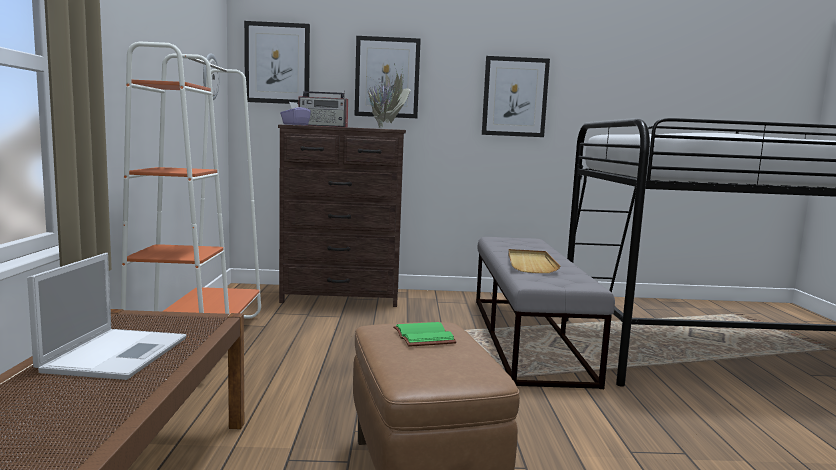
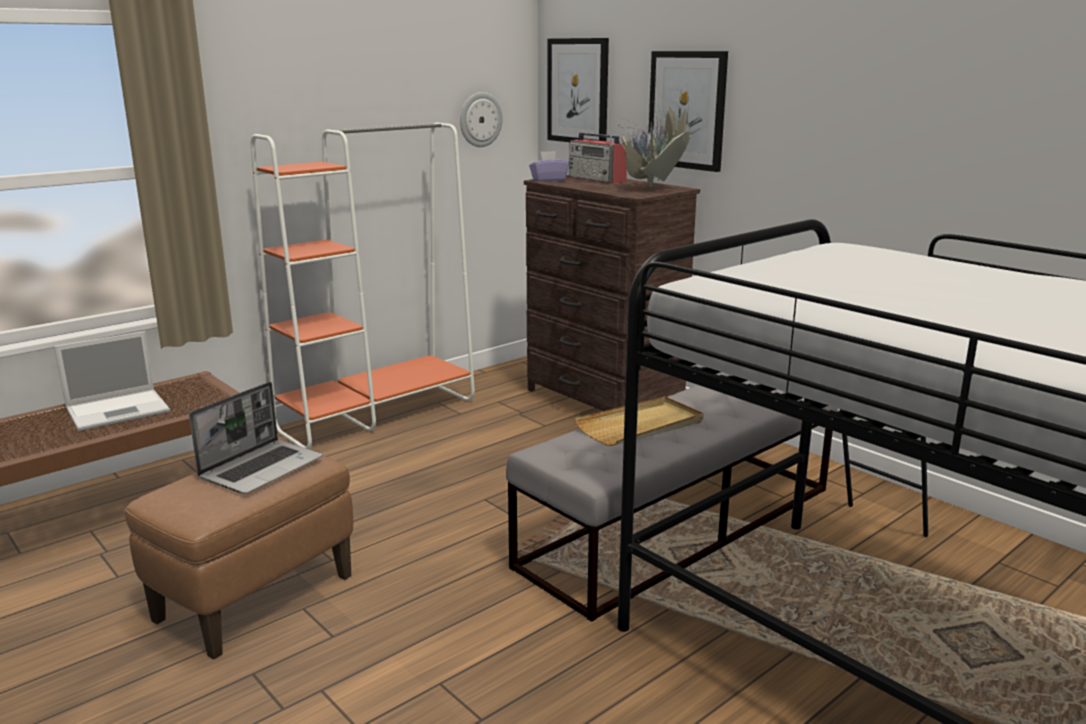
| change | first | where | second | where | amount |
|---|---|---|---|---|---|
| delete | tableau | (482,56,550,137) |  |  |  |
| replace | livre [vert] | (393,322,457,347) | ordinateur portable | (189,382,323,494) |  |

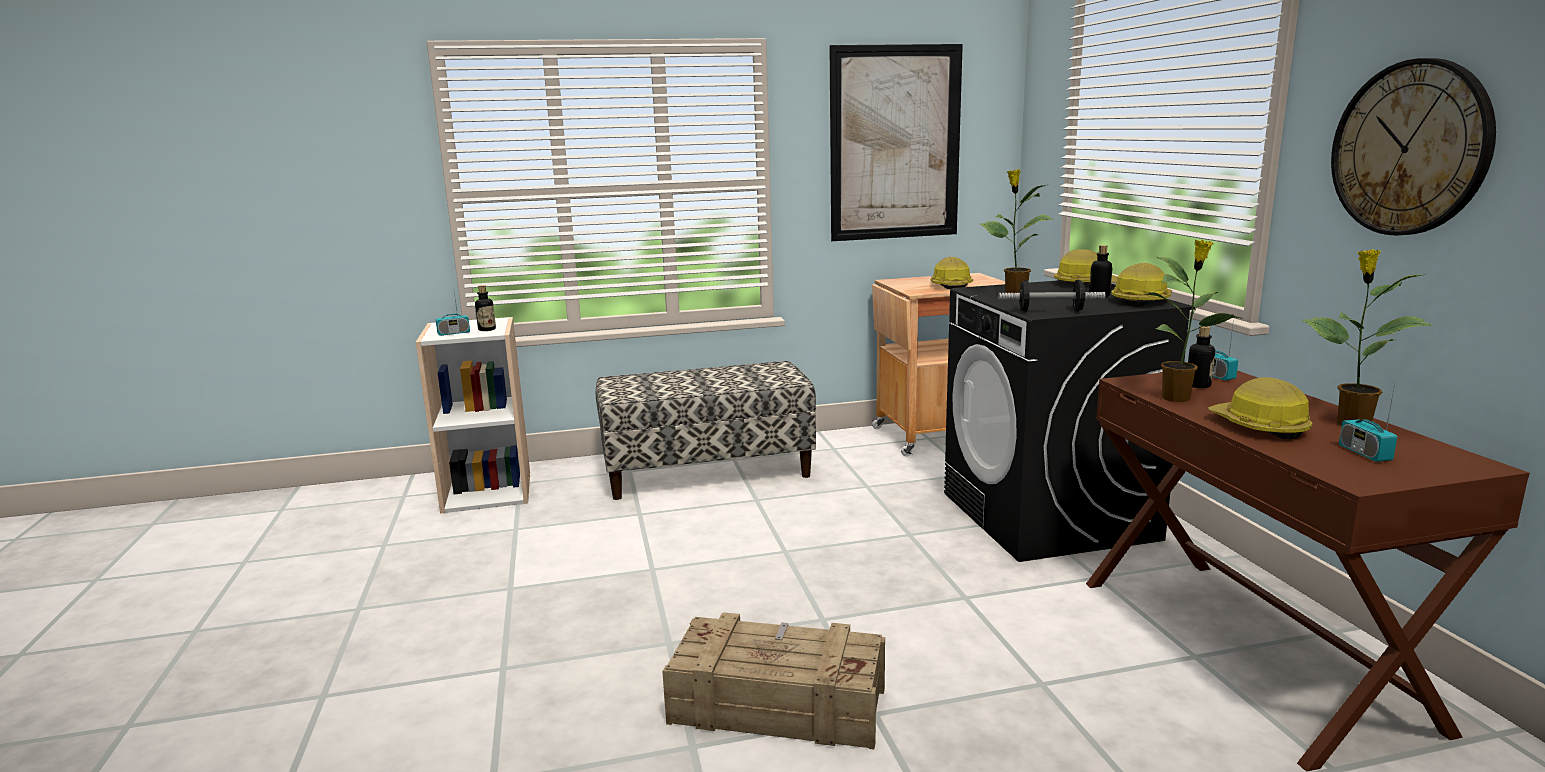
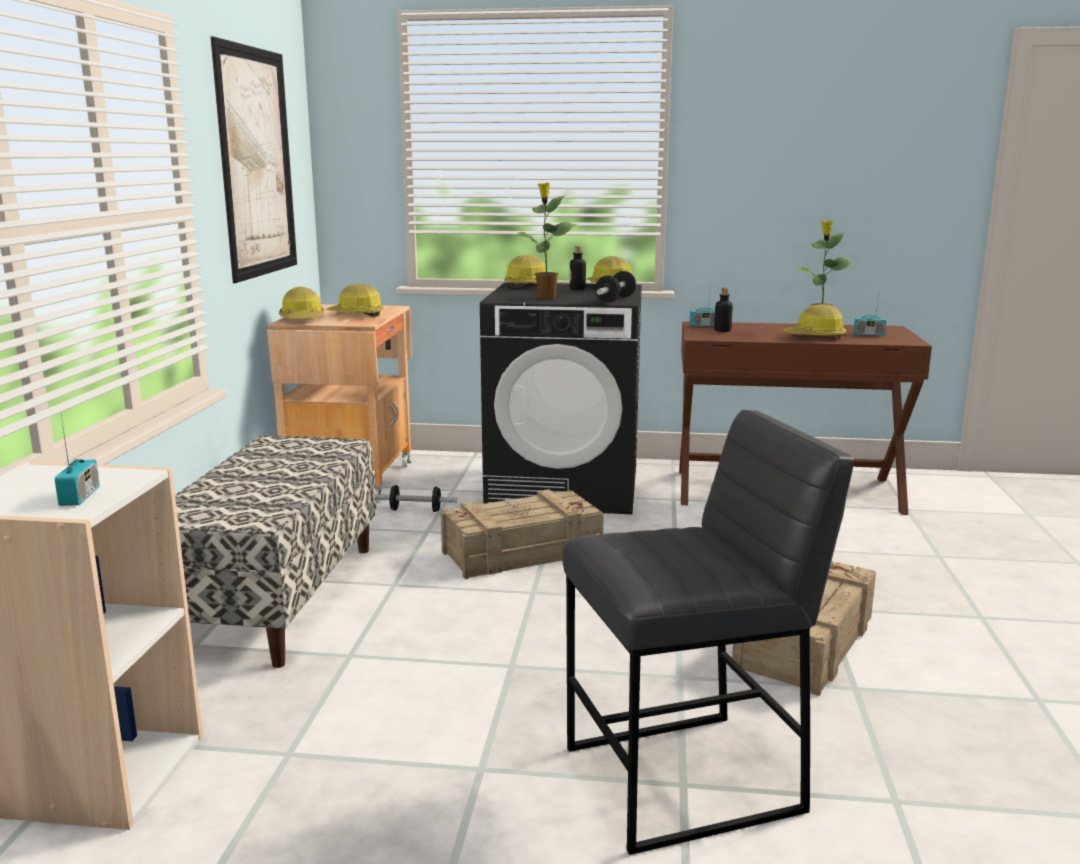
| change | first | where | second | where | amount |
|---|---|---|---|---|---|
| delete | bouteille | (475,285,496,331) |  |  |  |
| delete | plante en pot | (1145,240,1241,402) |  |  |  |
| delete | horloge murale | (1331,58,1496,236) |  |  |  |
| insert |  |  | casque de chantier | (279,287,325,319) |  |
| insert |  |  | haltère | (376,485,457,512) |  |
| insert |  |  | caisse | (441,489,604,579) |  |
| insert |  |  | tabouret [gris] | (562,410,854,855) |  |

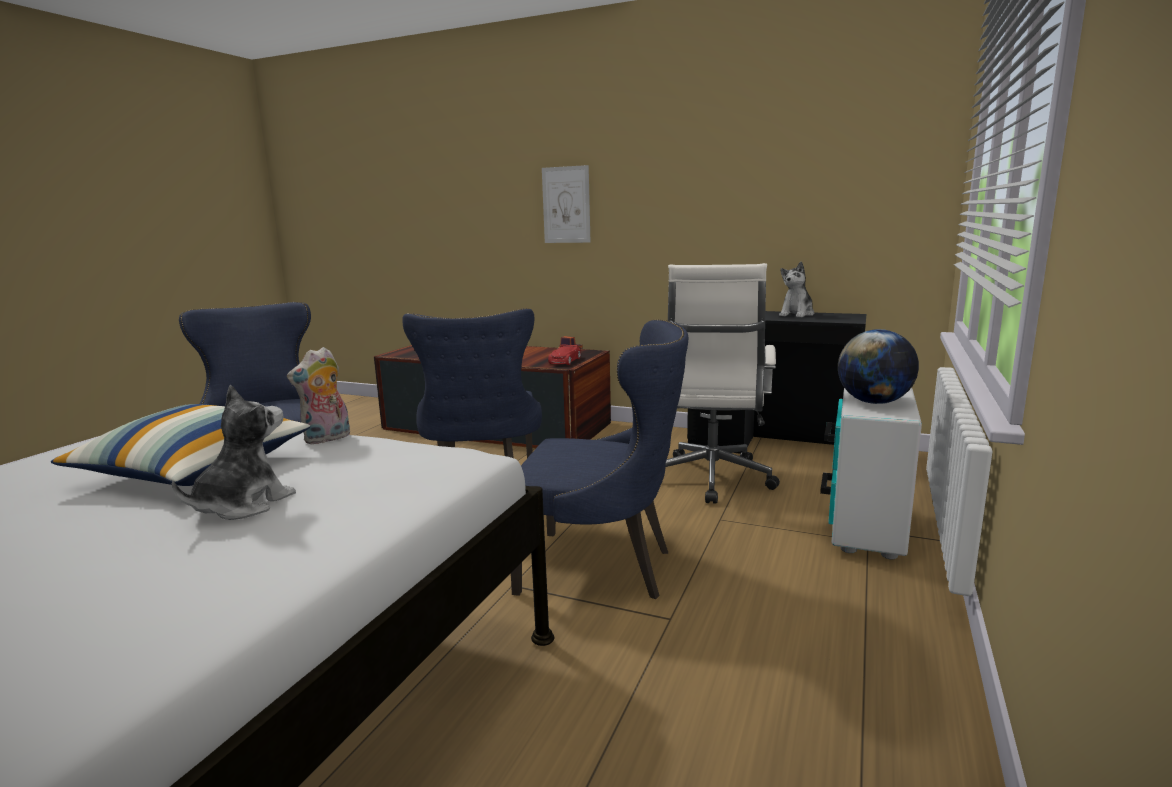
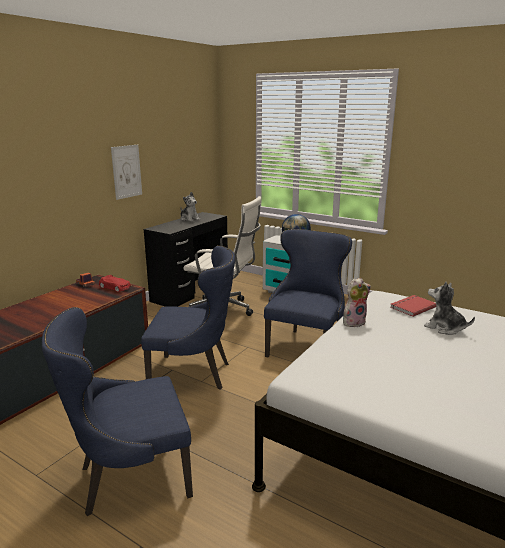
| change | first | where | second | where | amount |
|---|---|---|---|---|---|
| delete | coussin | (51,404,310,486) |  |  |  |
| insert |  |  | livre [rouge] | (390,295,436,317) |  |
| move | tableau | (542,165,591,243) |  | (111,145,142,200) |  |
| rotate | peluche | (287,347,350,445) |  | (343,278,371,327) | 75 degrees counterclockwise |

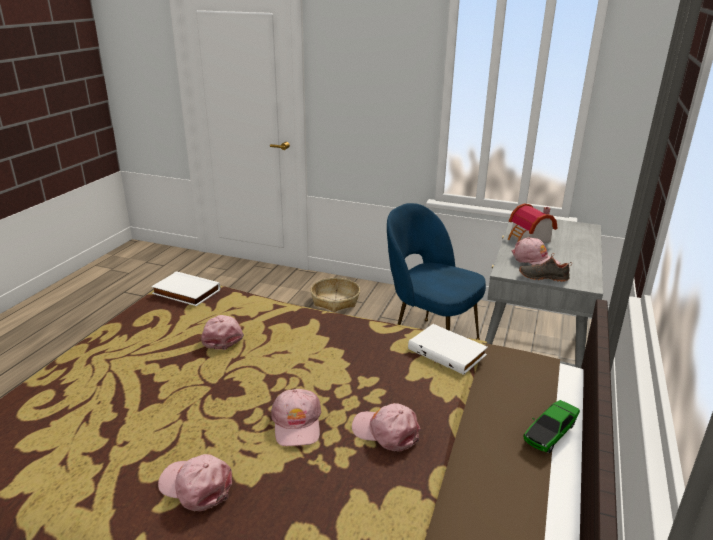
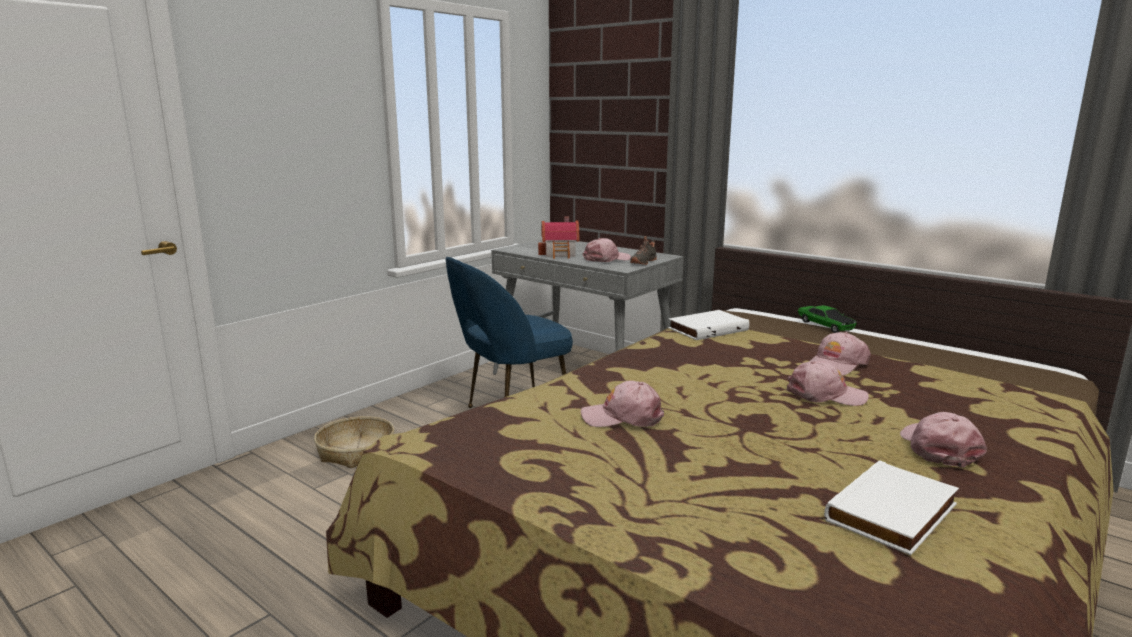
| change | first | where | second | where | amount |
|---|---|---|---|---|---|
| move | livre [blanc] | (151,271,220,306) |  | (824,460,959,555) |  |
| rotate | casquette [rose] | (158,454,232,511) |  | (900,412,987,468) | 135 degrees clockwise |

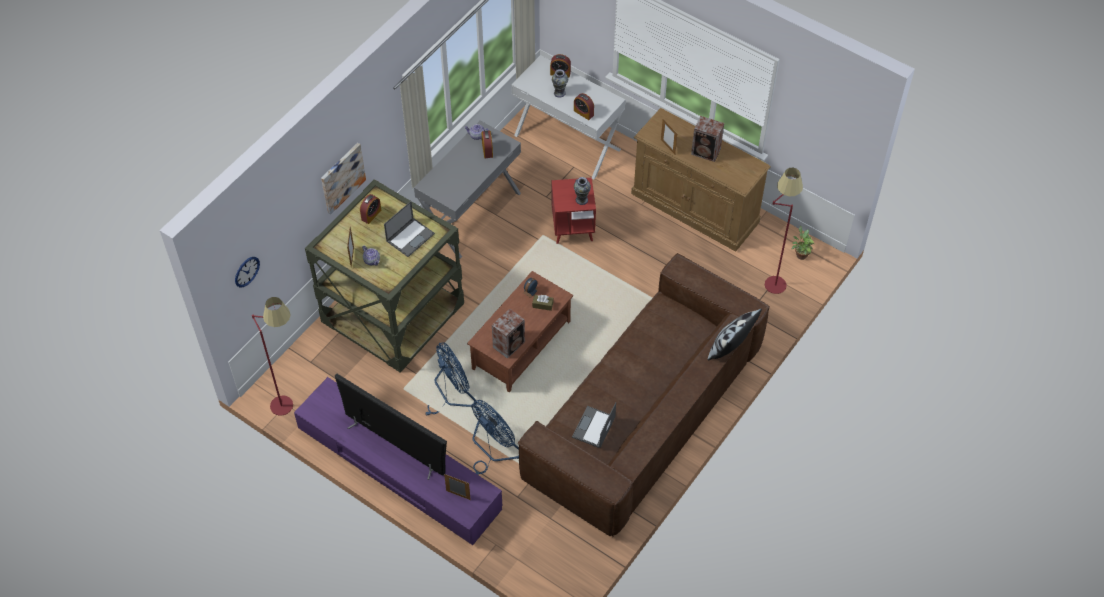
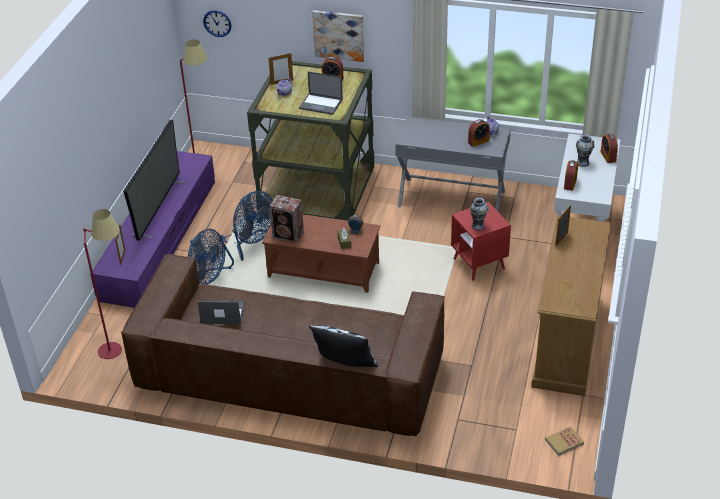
| change | first | where | second | where | amount |
|---|---|---|---|---|---|
| delete | enceinte | (691,116,724,162) |  |  |  |
| move | lampadaire [rouge] | (765,168,803,294) |  | (83,209,122,359) |  |
| replace | plante en pot | (792,226,814,260) | livre | (545,426,584,456) |  |

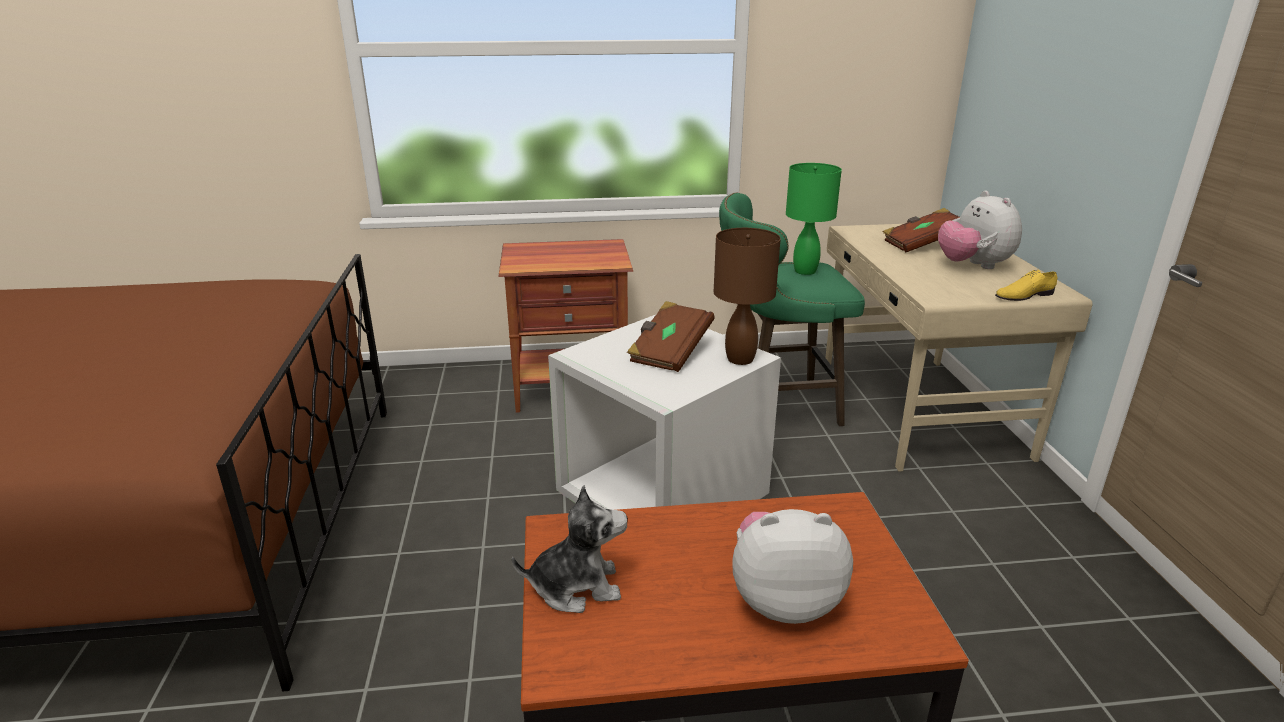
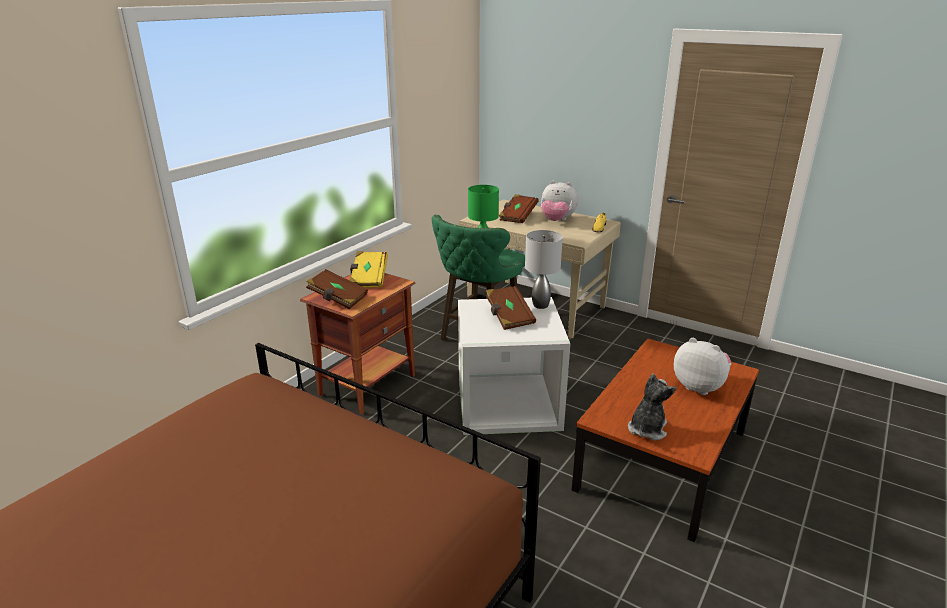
| change | first | where | second | where | amount |
|---|---|---|---|---|---|
| insert |  |  | livre [marron] | (306,269,368,309) |  |
| insert |  |  | livre [jaune] | (350,251,388,288) |  |
| recolor | lampe de table [marron] | (714,228,781,365) | lampe de table [gris] | (525,230,563,309) |  |
| rotate | peluche | (732,509,853,624) |  | (674,338,731,395) | 90 degrees clockwise |

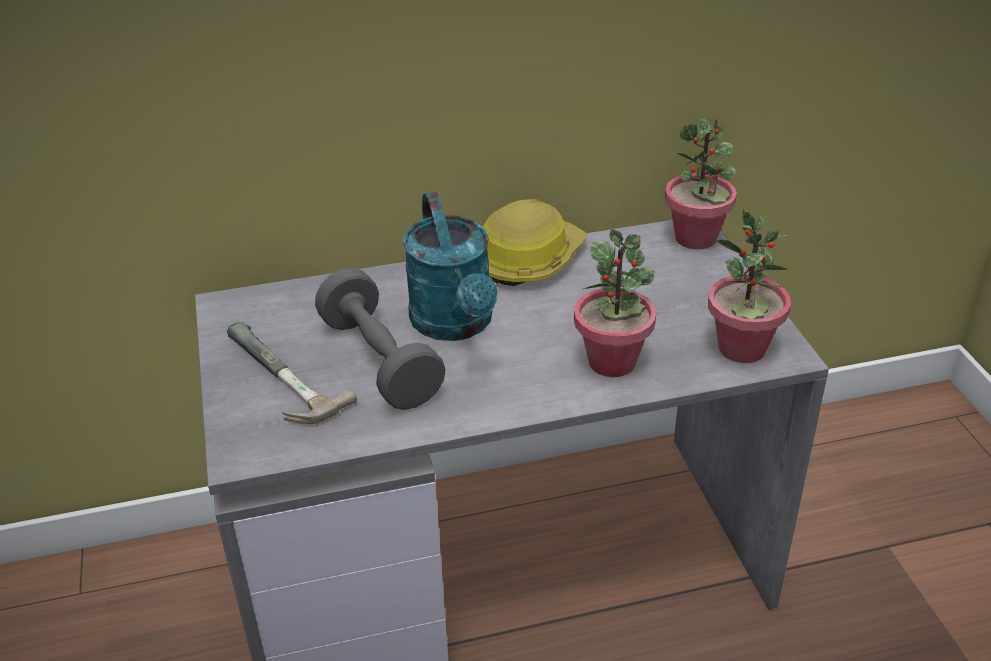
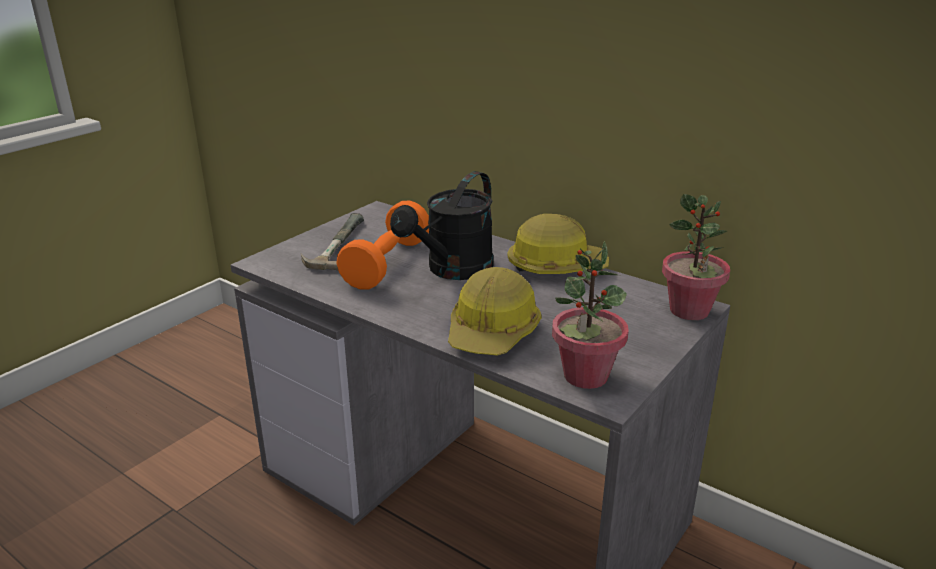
| change | first | where | second | where | amount |
|---|---|---|---|---|---|
| replace | plante en pot | (574,229,656,377) | casque de chantier | (448,267,542,356) |  |
| recolor | haltère [gris] | (315,268,446,410) | haltère [orange] | (336,200,429,290) |  |
| recolor | arrosoir [turquoise] | (403,192,498,341) | arrosoir [noir] | (390,171,494,280) |  |

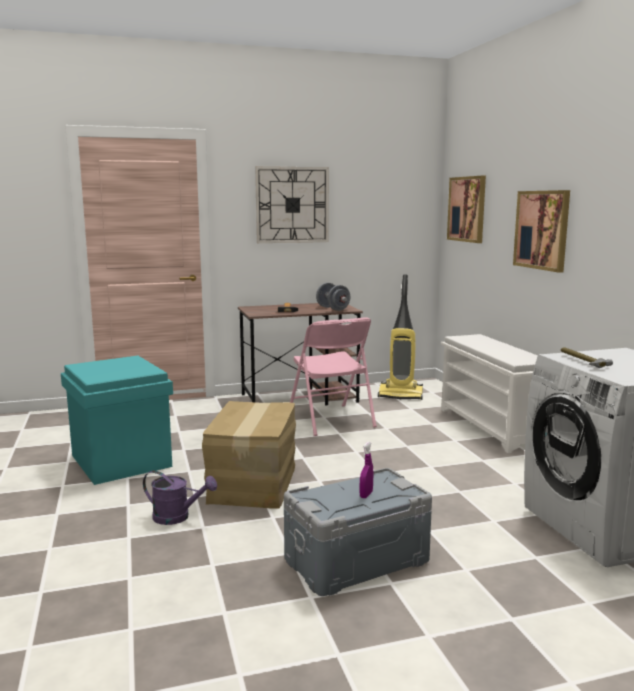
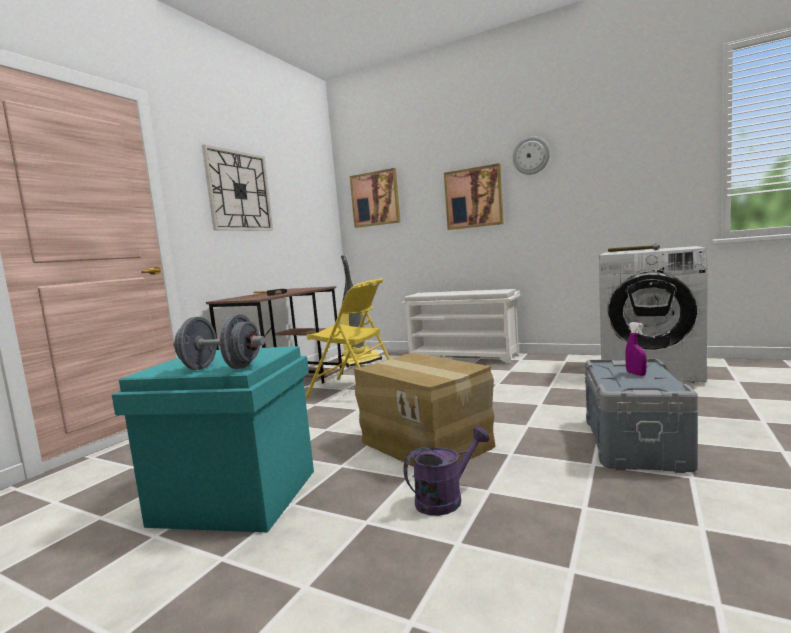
| change | first | where | second | where | amount |
|---|---|---|---|---|---|
| insert |  |  | horloge murale | (513,137,550,175) |  |
| move | haltère [gris] | (316,283,350,311) |  | (173,314,265,370) |  |
| recolor | chaise [rose] | (290,317,377,436) | chaise [jaune] | (306,278,390,398) |  |

